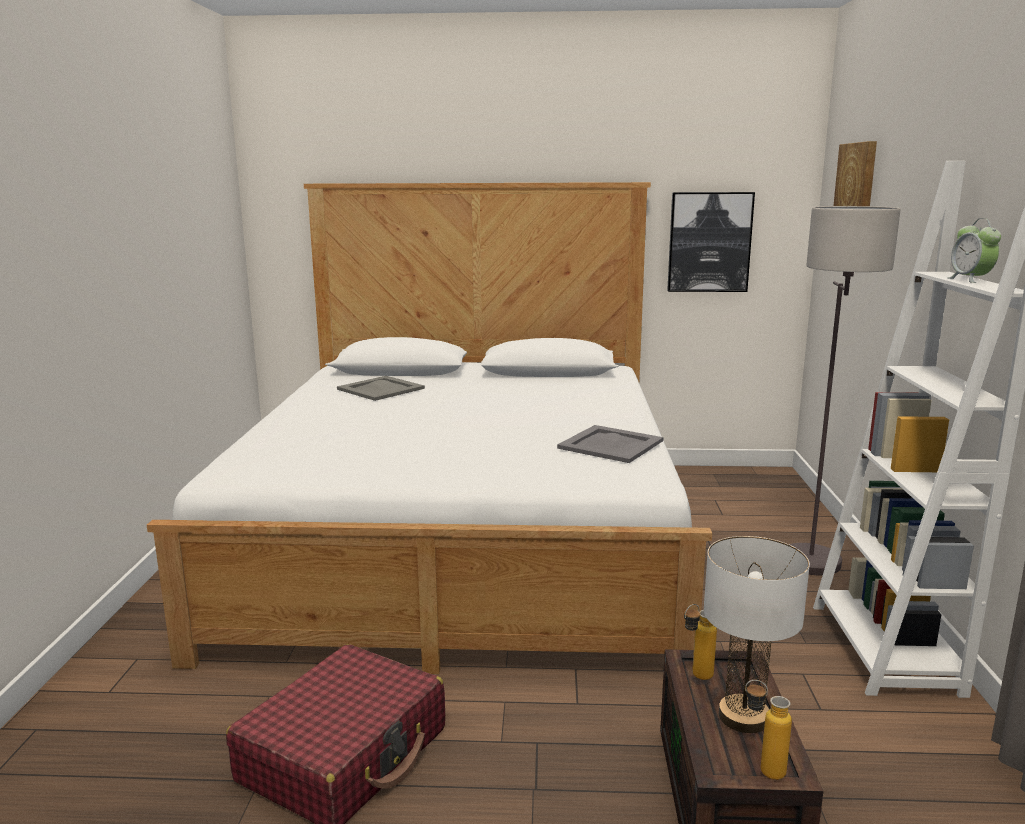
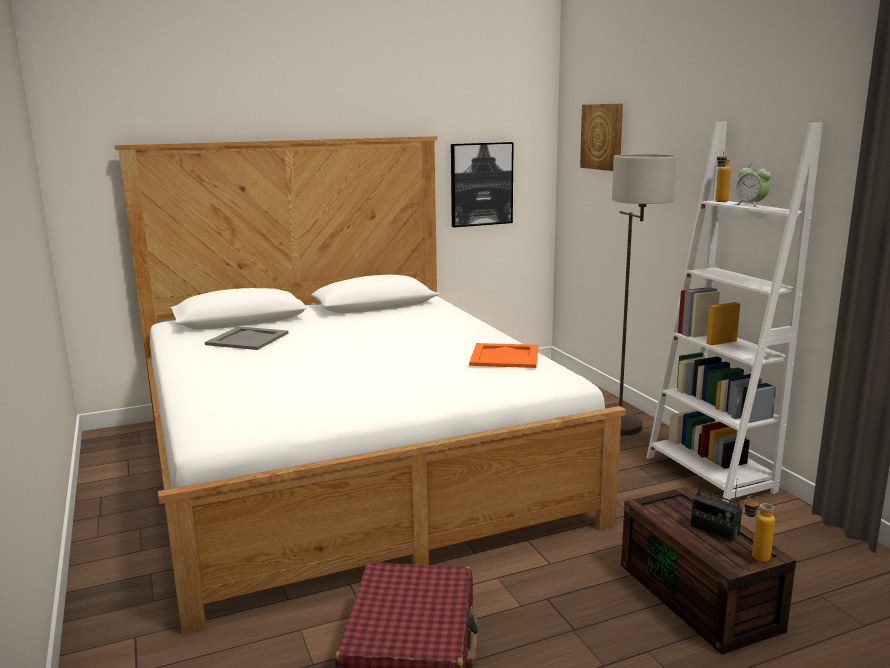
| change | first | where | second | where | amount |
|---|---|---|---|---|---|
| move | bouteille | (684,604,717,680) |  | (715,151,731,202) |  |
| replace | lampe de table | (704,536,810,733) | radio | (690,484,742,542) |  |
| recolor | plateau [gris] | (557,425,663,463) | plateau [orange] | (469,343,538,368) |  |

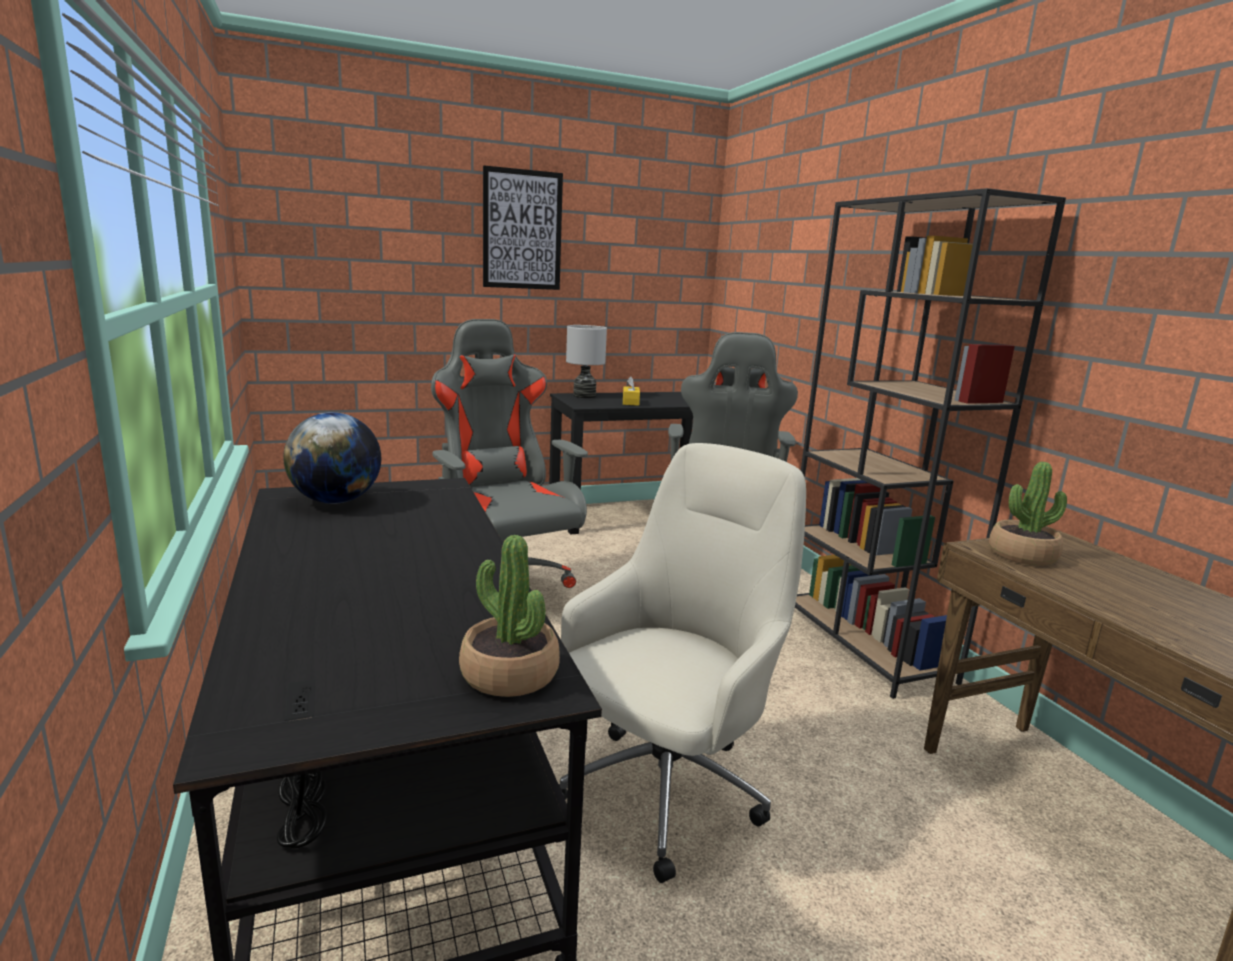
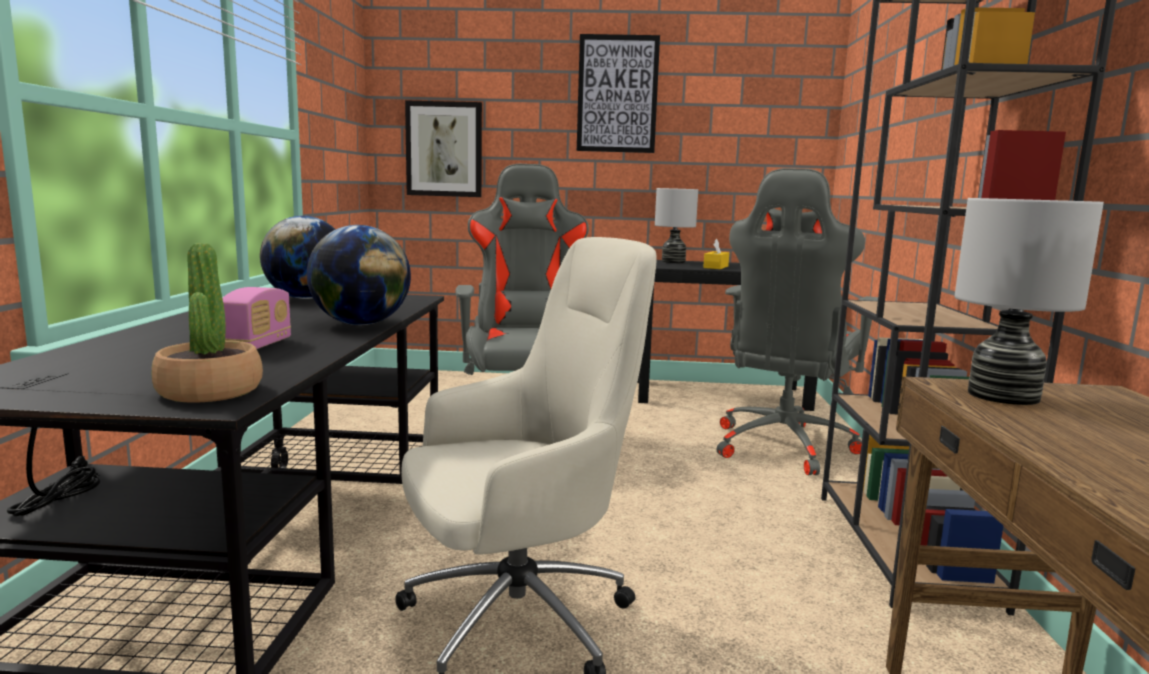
| change | first | where | second | where | amount |
|---|---|---|---|---|---|
| insert |  |  | radio | (222,287,291,349) |  |
| insert |  |  | globe | (307,225,411,325) |  |
| insert |  |  | tableau | (405,100,482,197) |  |
| replace | plante en pot | (989,462,1067,566) | lampe de table [gris] | (954,198,1104,405) |  |

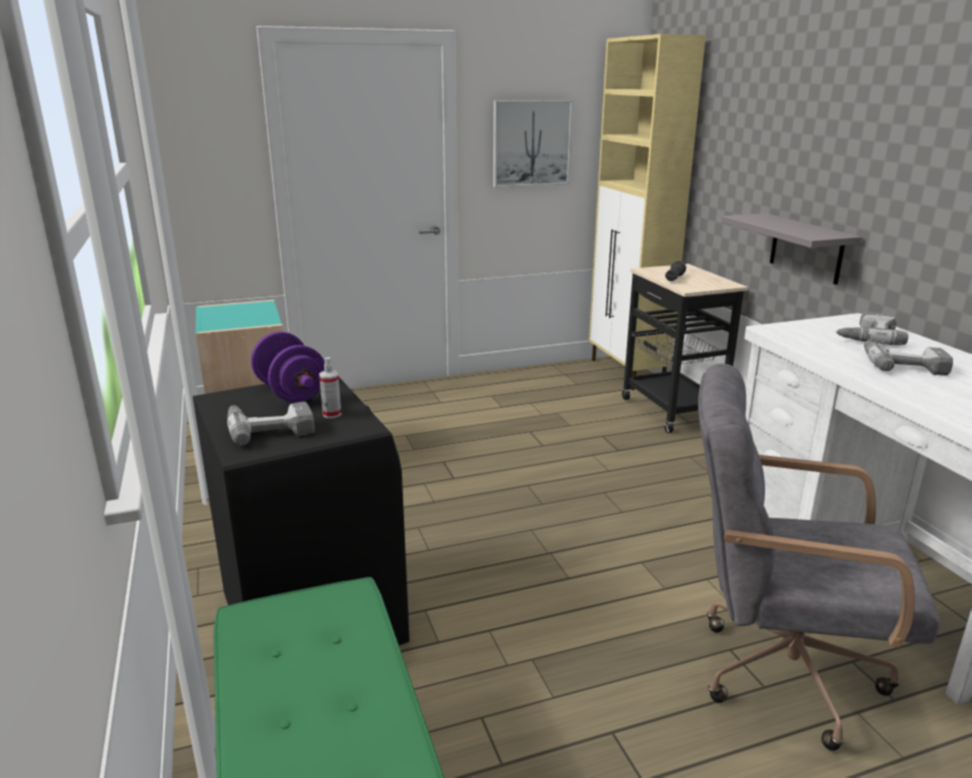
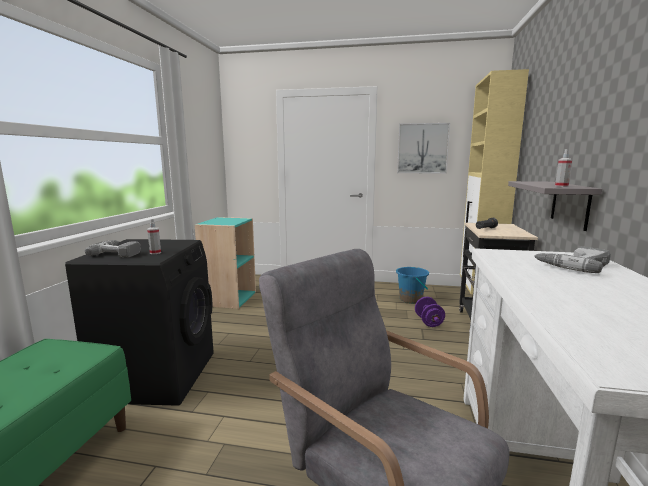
| change | first | where | second | where | amount |
|---|---|---|---|---|---|
| delete | perceuse | (864,340,953,376) |  |  |  |
| insert |  |  | seau [bleu] | (396,267,429,303) |  |
| insert |  |  | vaporisateur | (555,149,572,187) |  |
| move | haltère [violet] | (251,332,325,403) |  | (415,297,445,327) |  |

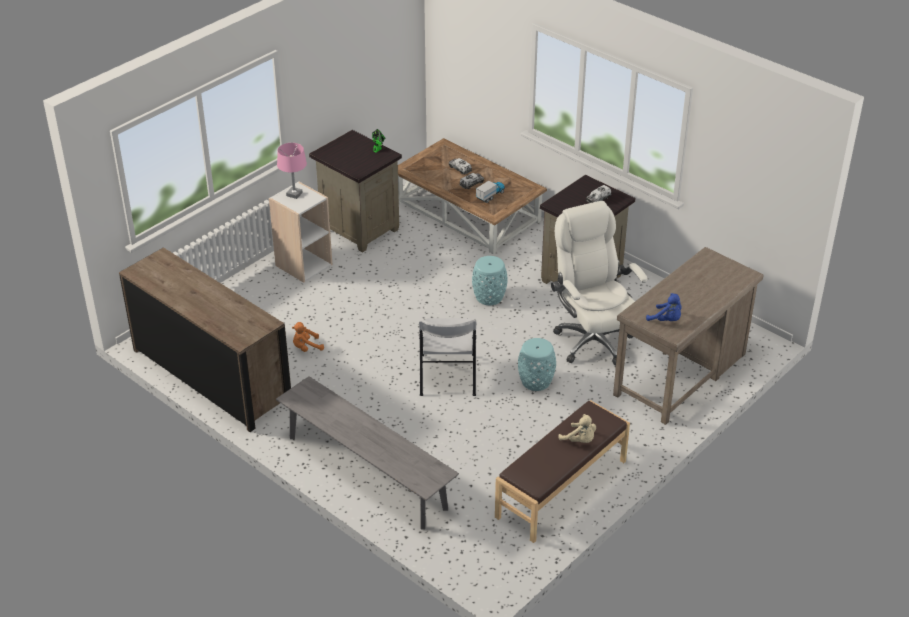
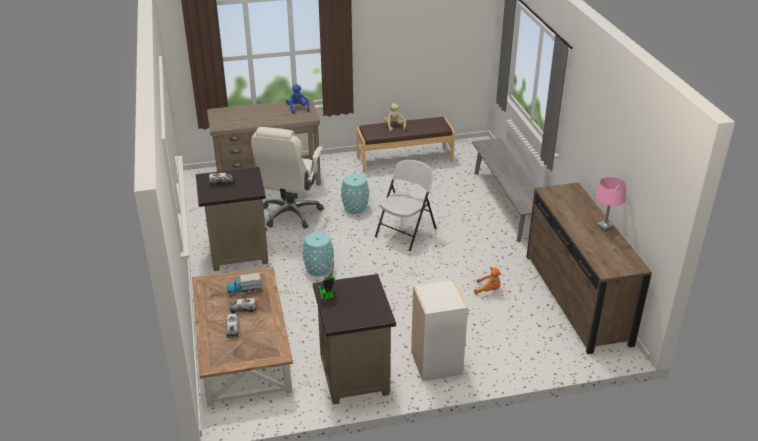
| change | first | where | second | where | amount |
|---|---|---|---|---|---|
| move | lampe de table [rose] | (277,143,307,199) |  | (596,177,626,232) |  |

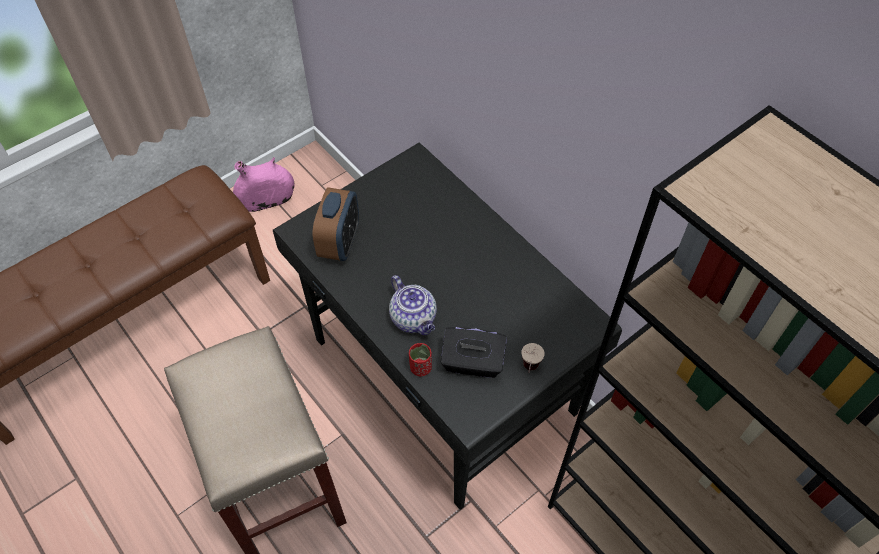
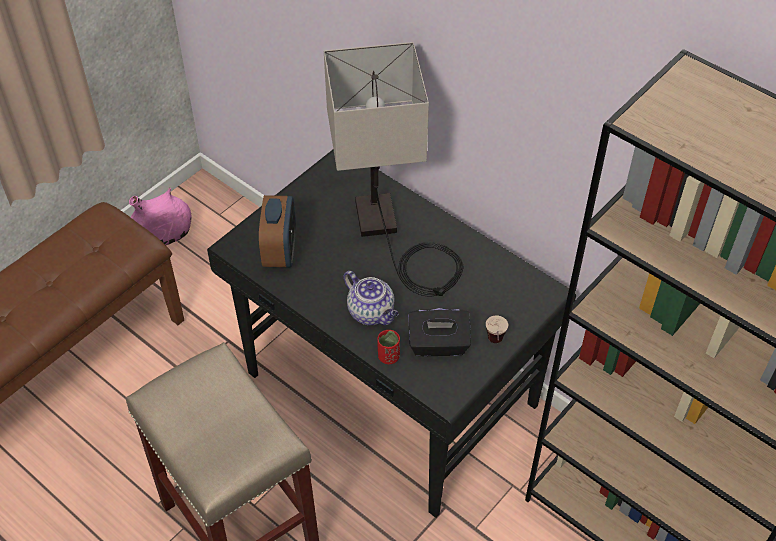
| change | first | where | second | where | amount |
|---|---|---|---|---|---|
| insert |  |  | lampe de table | (324,42,463,297) |  |

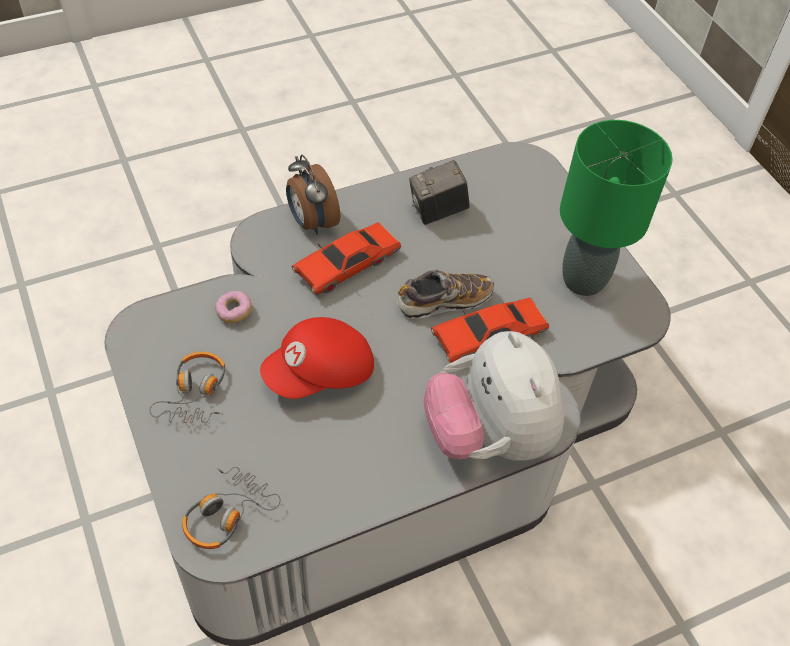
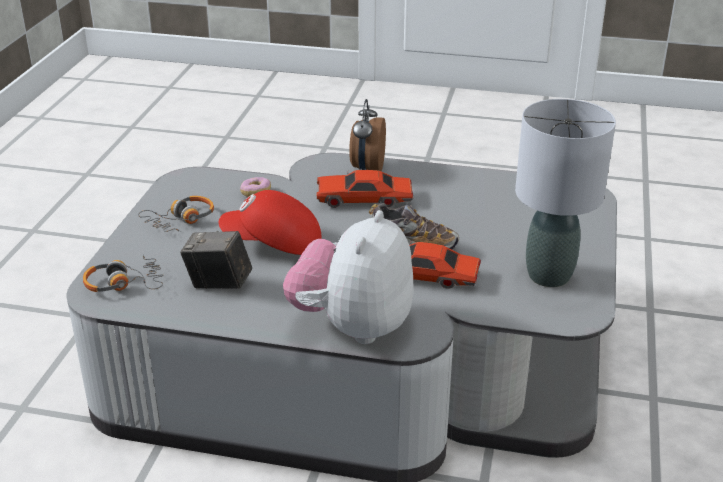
| change | first | where | second | where | amount |
|---|---|---|---|---|---|
| move | appareil photo | (409,160,470,225) |  | (180,231,252,289) |  |
| recolor | lampe de table [vert] | (560,120,672,296) | lampe de table [gris] | (515,99,616,287) |  |

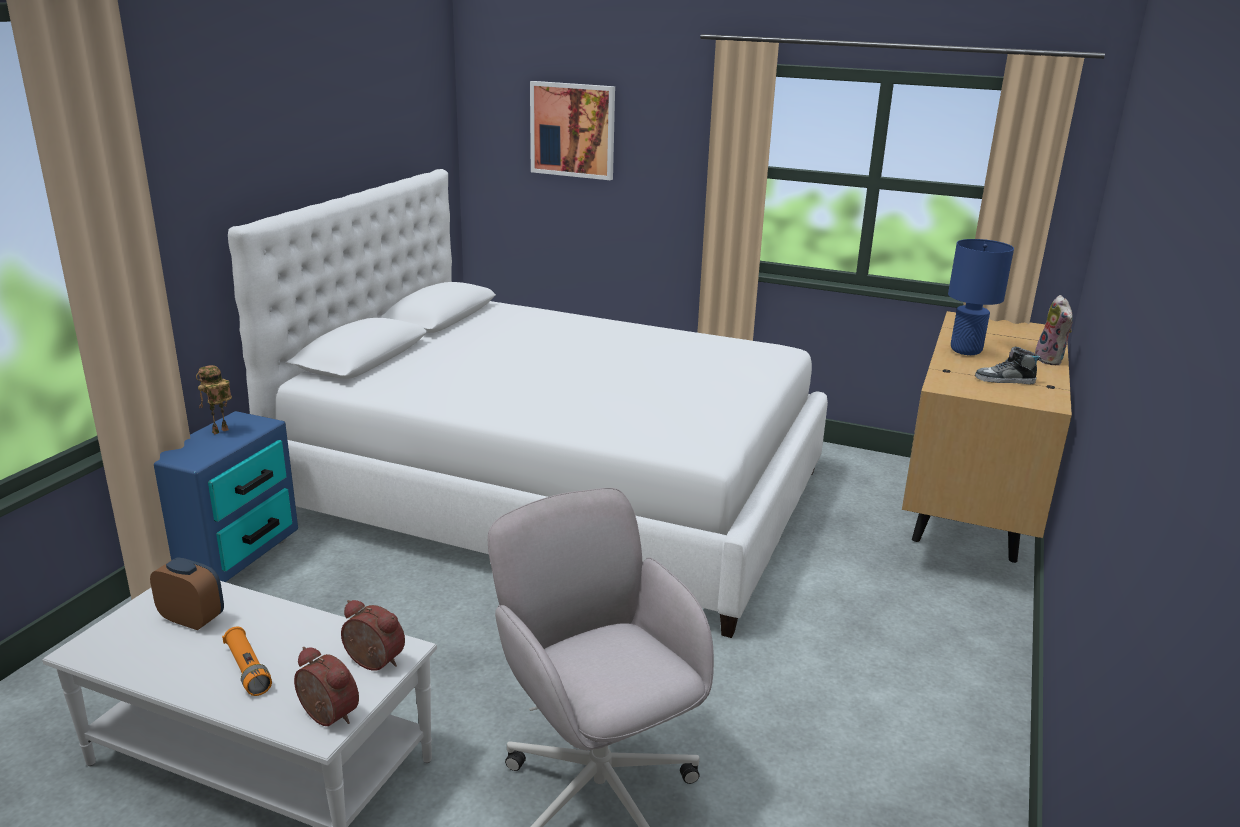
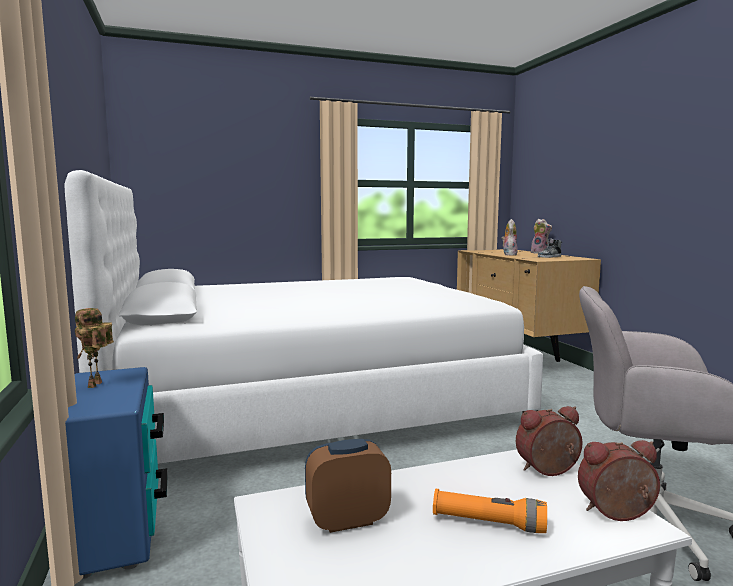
| change | first | where | second | where | amount |
|---|---|---|---|---|---|
| delete | tableau | (530,81,615,180) |  |  |  |
| replace | lampe de table [bleu] | (948,239,1014,355) | peluche | (501,219,518,256) |  |

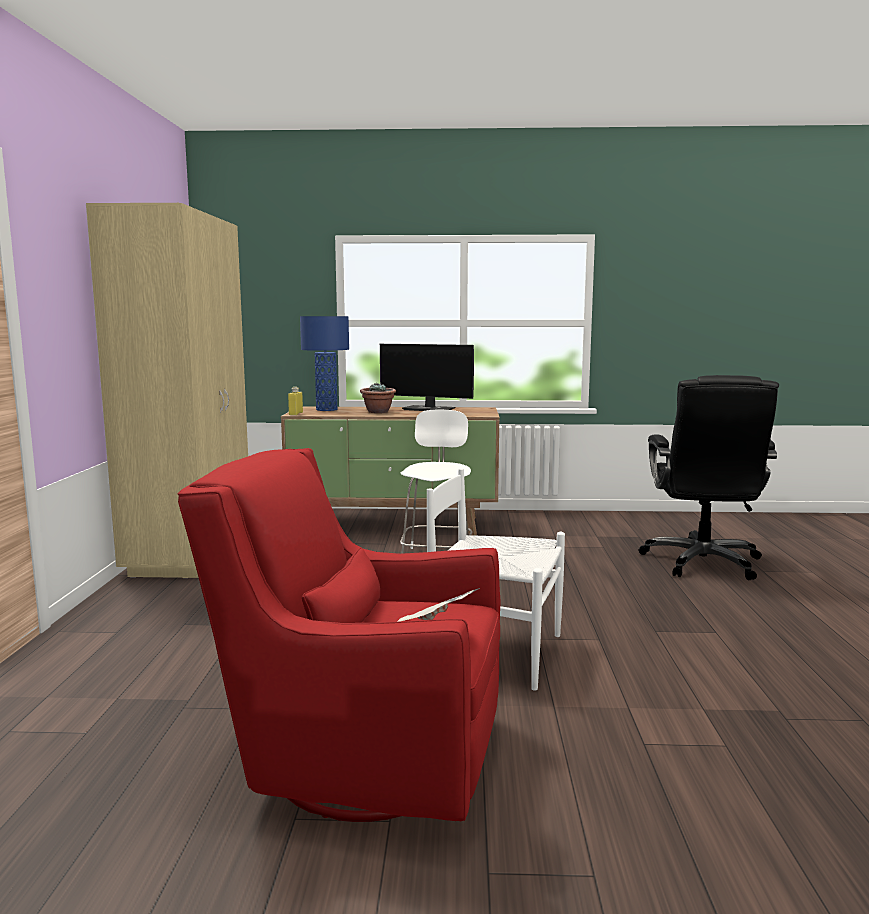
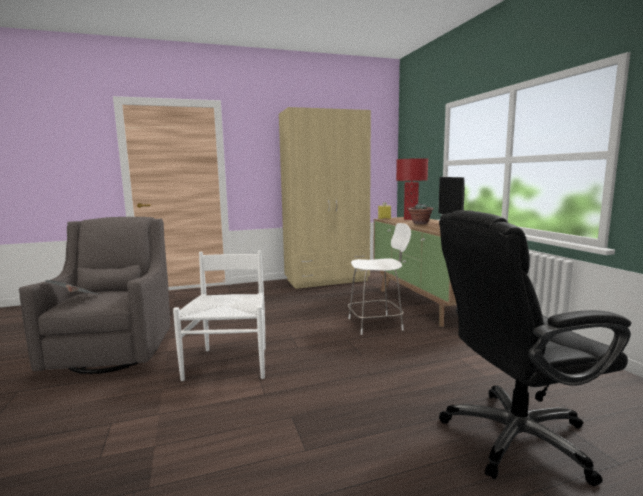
| change | first | where | second | where | amount |
|---|---|---|---|---|---|
| recolor | fauteuil [rouge] | (178,448,501,822) | fauteuil [gris] | (19,217,170,374) |  |
| recolor | lampe de table [bleu] | (300,316,349,411) | lampe de table [rouge] | (396,158,428,220) |  |

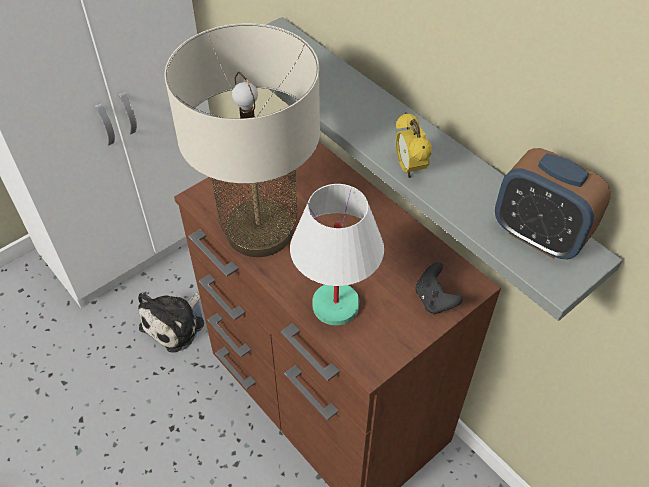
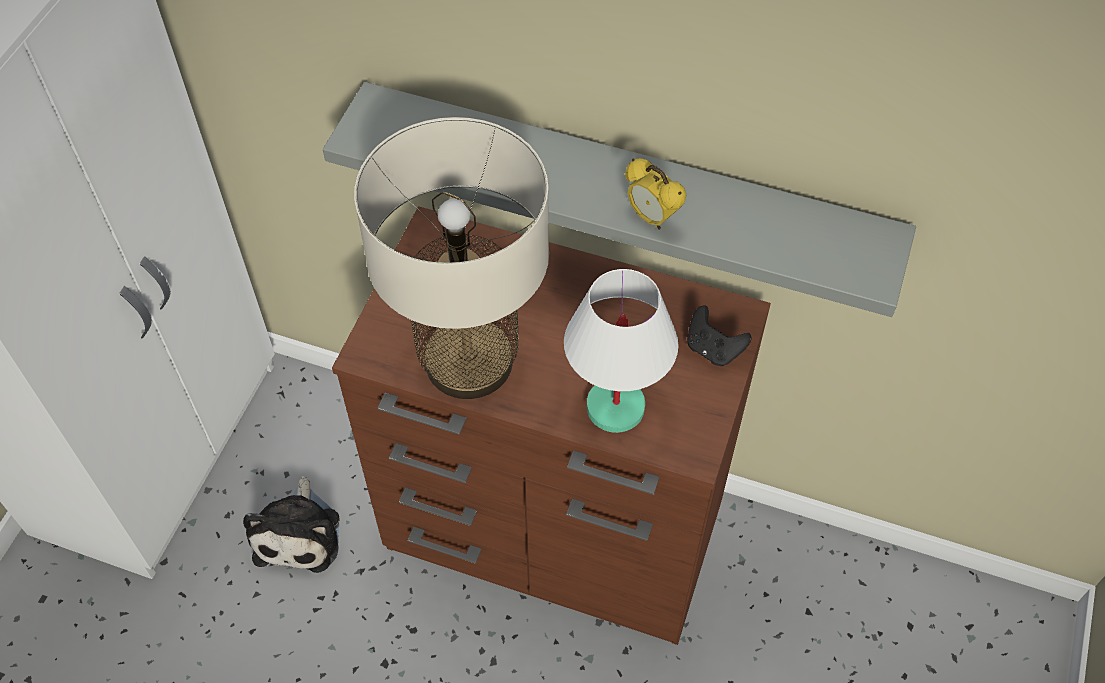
| change | first | where | second | where | amount |
|---|---|---|---|---|---|
| delete | réveil | (495,148,611,259) |  |  |  |

